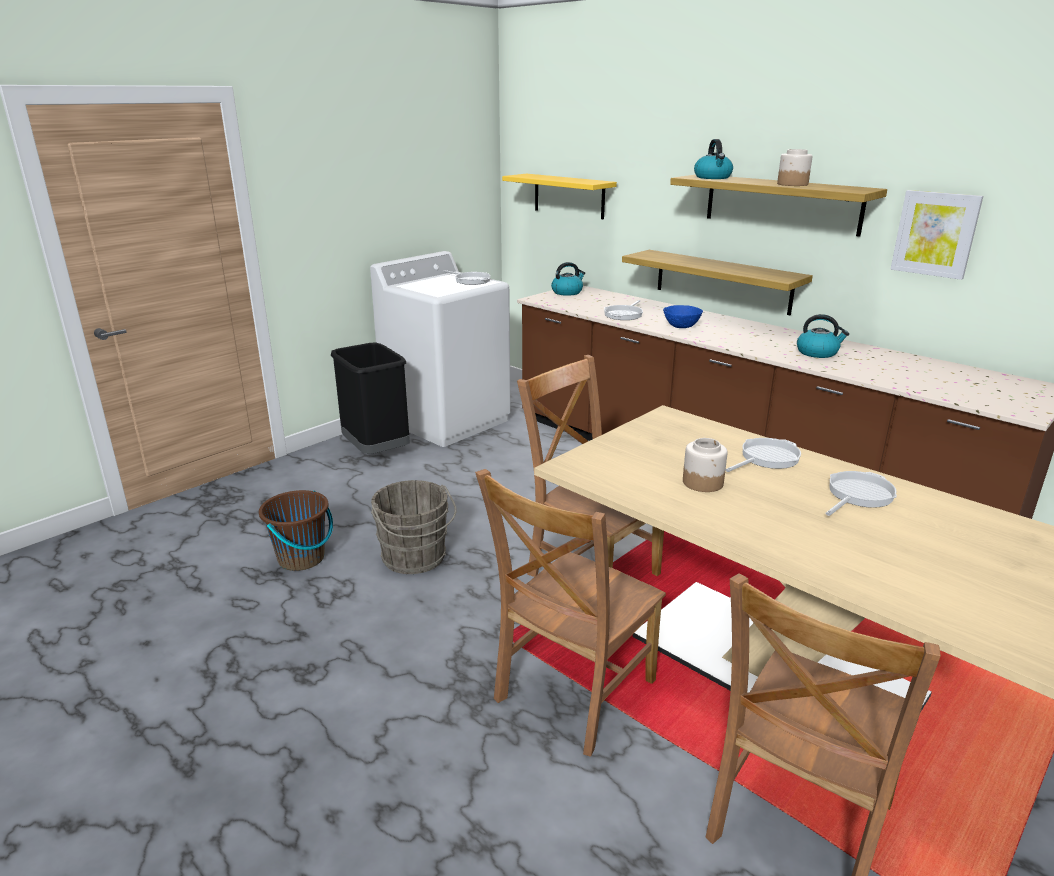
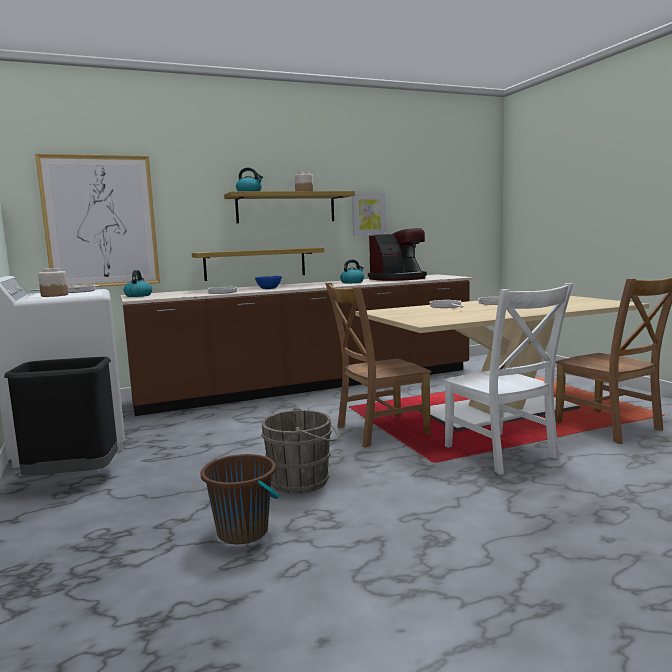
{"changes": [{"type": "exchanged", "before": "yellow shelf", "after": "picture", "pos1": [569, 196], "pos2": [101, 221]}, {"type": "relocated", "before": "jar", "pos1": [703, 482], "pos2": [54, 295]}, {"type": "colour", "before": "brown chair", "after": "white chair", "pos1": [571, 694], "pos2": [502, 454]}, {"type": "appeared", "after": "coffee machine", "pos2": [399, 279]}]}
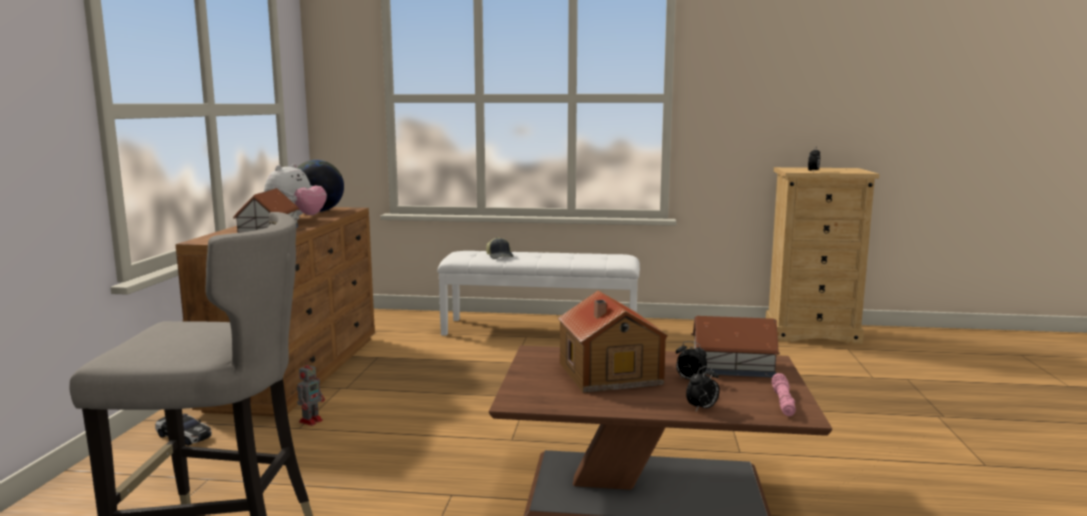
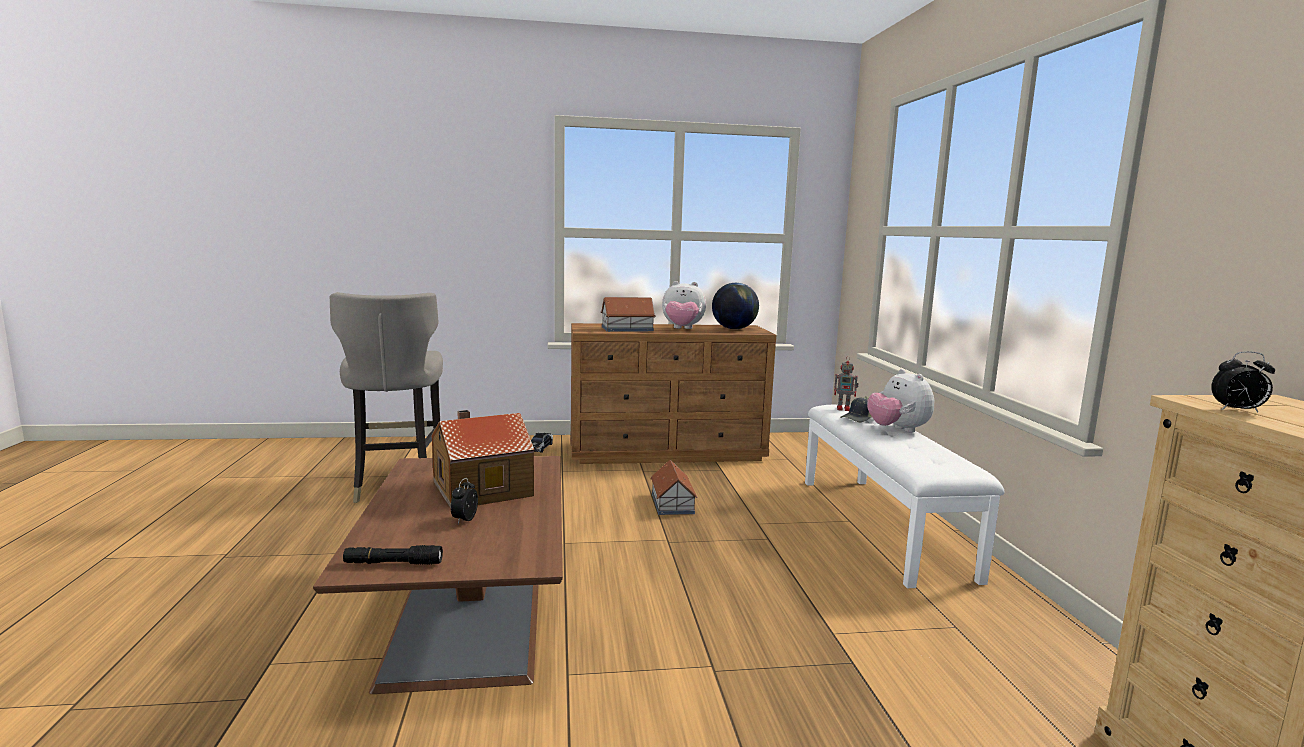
{"changes": [{"type": "relocated", "before": "toy house", "pos1": [733, 367], "pos2": [672, 503]}, {"type": "relocated", "before": "toy robot", "pos1": [311, 420], "pos2": [844, 409]}, {"type": "missing", "before": "alarm clock", "pos1": [702, 408]}, {"type": "colour", "before": "pink flashlight", "after": "black flashlight", "pos1": [783, 402], "pos2": [393, 563]}, {"type": "appeared", "after": "plush toy", "pos2": [897, 430]}]}
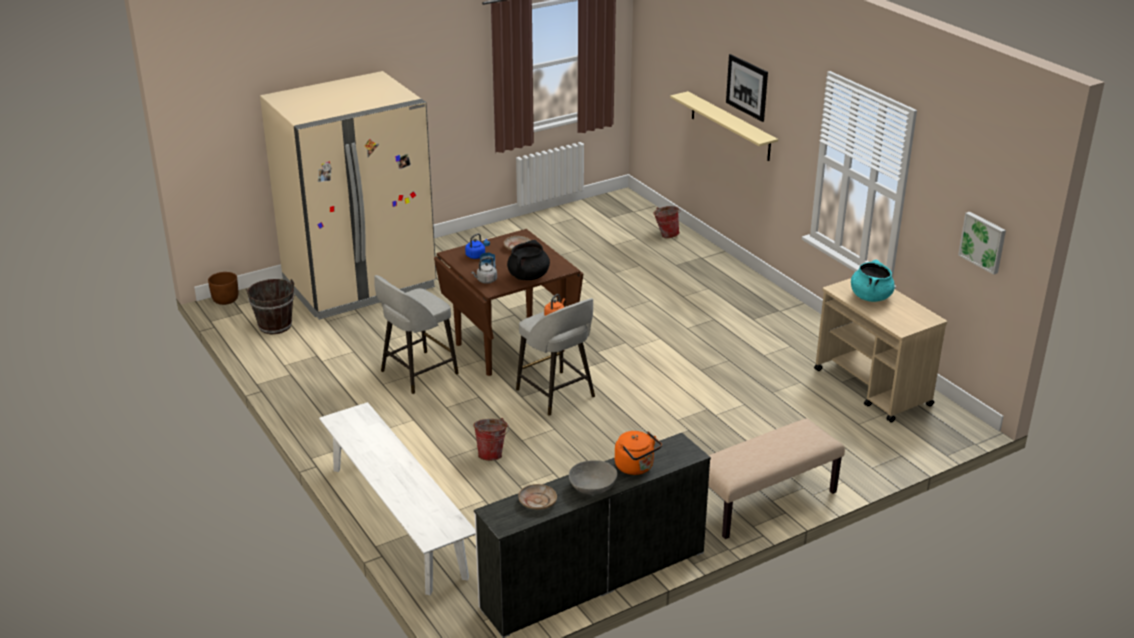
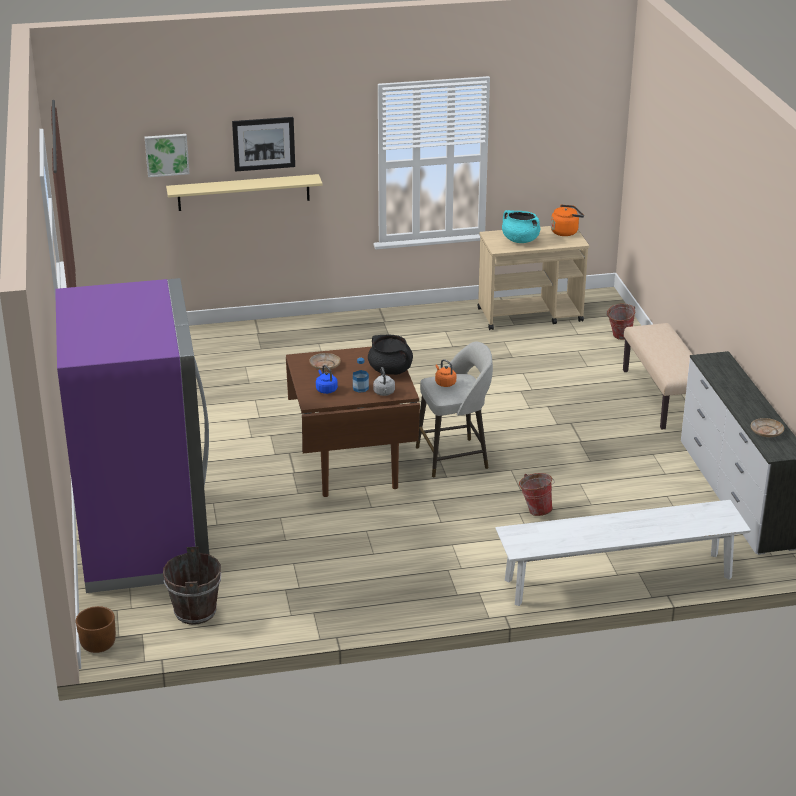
{"changes": [{"type": "colour", "before": "beige fridge", "after": "purple fridge", "pos1": [360, 285], "pos2": [145, 539]}, {"type": "relocated", "before": "bucket", "pos1": [666, 235], "pos2": [618, 337]}, {"type": "relocated", "before": "picture", "pos1": [983, 242], "pos2": [167, 154]}, {"type": "missing", "before": "grey stool", "pos1": [417, 373]}, {"type": "relocated", "before": "orange kettle", "pos1": [636, 467], "pos2": [566, 232]}, {"type": "missing", "before": "grey bowl", "pos1": [593, 486]}]}
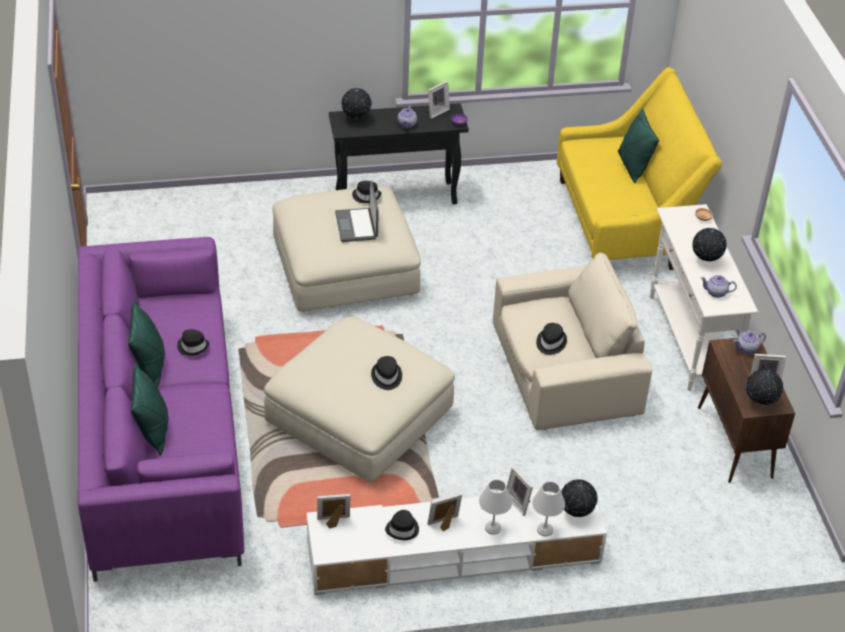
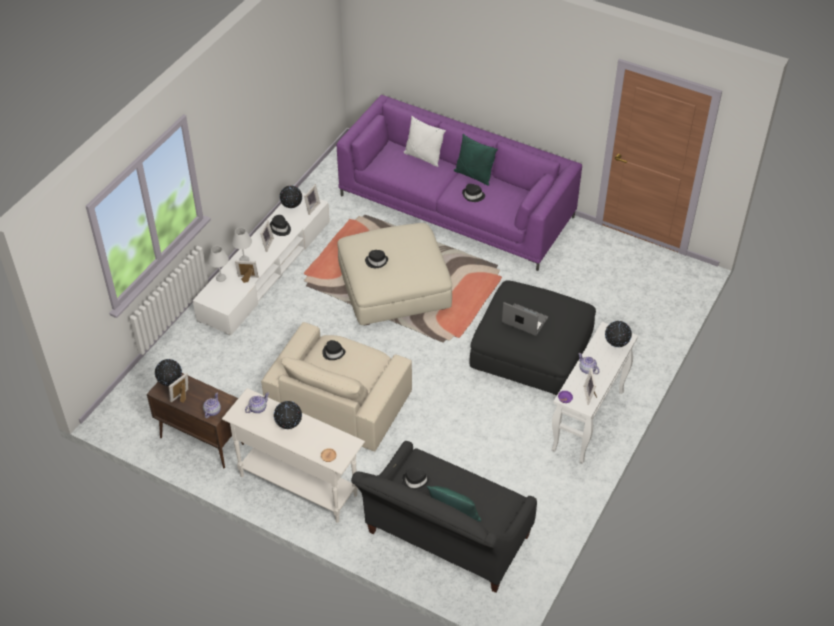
{"changes": [{"type": "colour", "before": "yellow sofa", "after": "black sofa", "pos1": [624, 223], "pos2": [444, 540]}, {"type": "colour", "before": "black console table", "after": "white console table", "pos1": [397, 197], "pos2": [588, 421]}, {"type": "relocated", "before": "black hat", "pos1": [366, 196], "pos2": [416, 481]}, {"type": "colour", "before": "beige ottoman", "after": "black ottoman", "pos1": [345, 267], "pos2": [531, 350]}, {"type": "colour", "before": "green pillow", "after": "white pillow", "pos1": [153, 431], "pos2": [423, 157]}, {"type": "relocated", "before": "globe", "pos1": [576, 514], "pos2": [292, 207]}]}
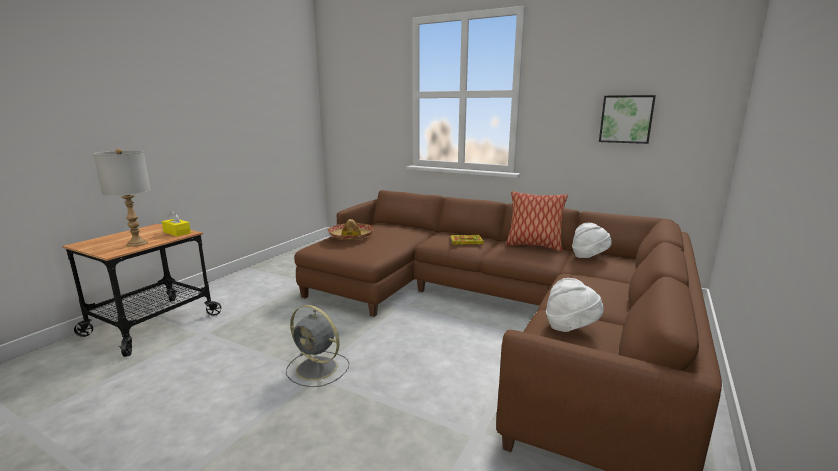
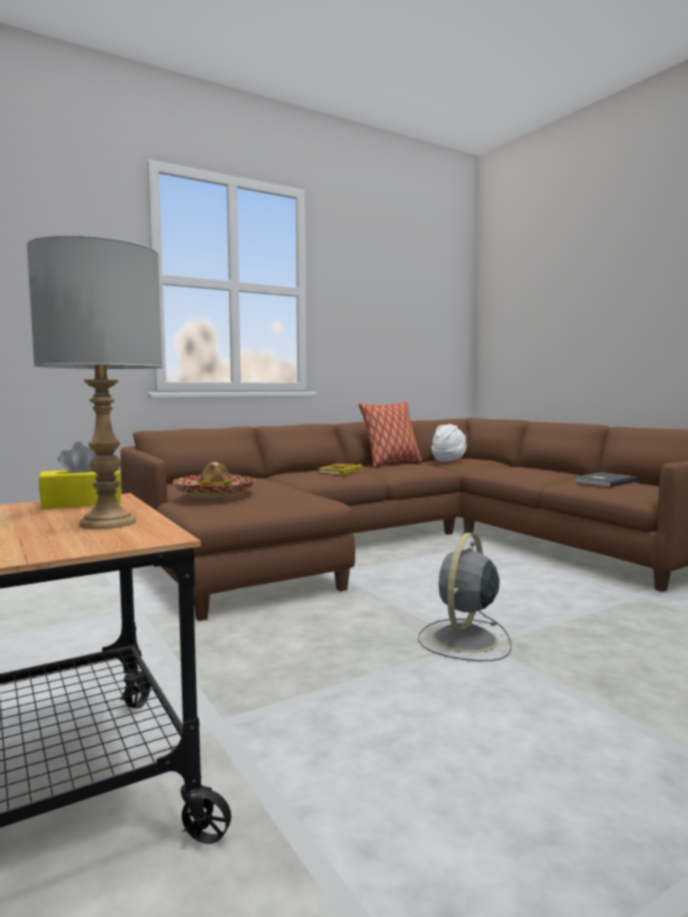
{"changes": [{"type": "missing", "before": "picture", "pos1": [626, 119]}, {"type": "exchanged", "before": "white hat", "after": "grey book", "pos1": [571, 328], "pos2": [602, 482]}, {"type": "spun", "before": "grey fan", "pos1": [318, 369], "pos2": [464, 640], "turn": 150}]}
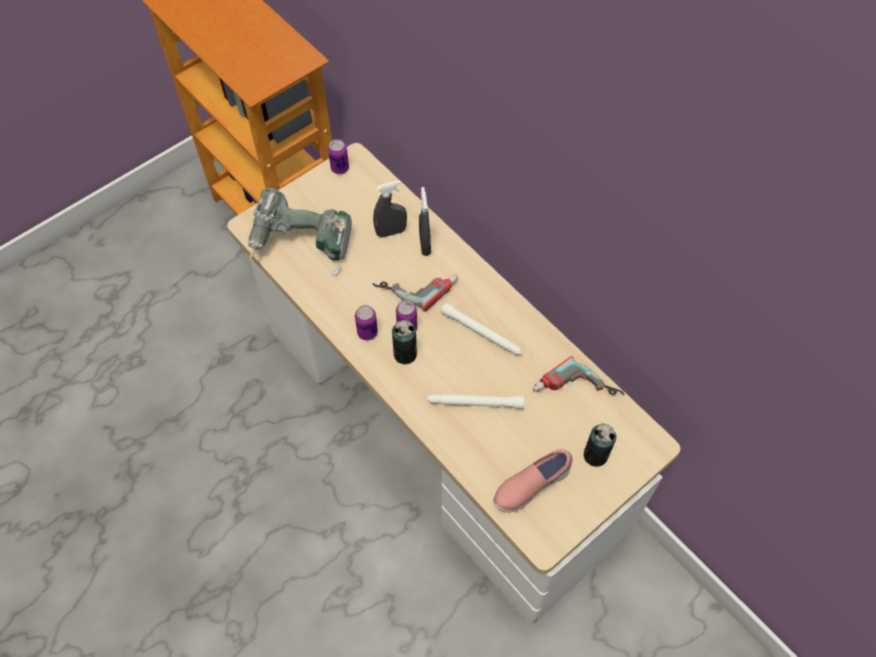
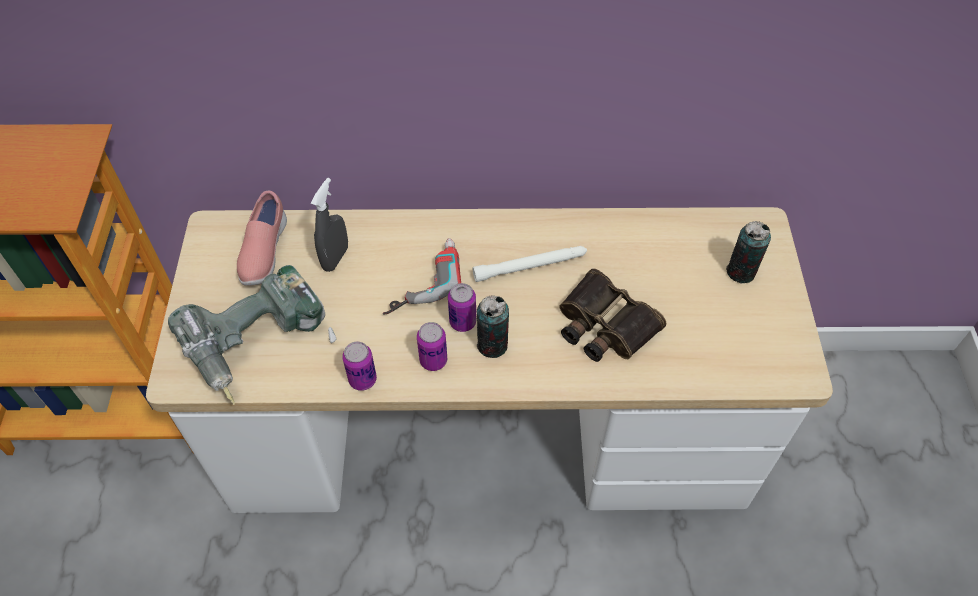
{"changes": [{"type": "relocated", "before": "can", "pos1": [340, 168], "pos2": [362, 379]}, {"type": "missing", "before": "grey spray bottle", "pos1": [425, 245]}, {"type": "missing", "before": "power drill", "pos1": [576, 393]}, {"type": "exchanged", "before": "white flashlight", "after": "binoculars", "pos1": [474, 403], "pos2": [603, 325]}, {"type": "relocated", "before": "pink shoe", "pos1": [530, 485], "pos2": [264, 252]}]}
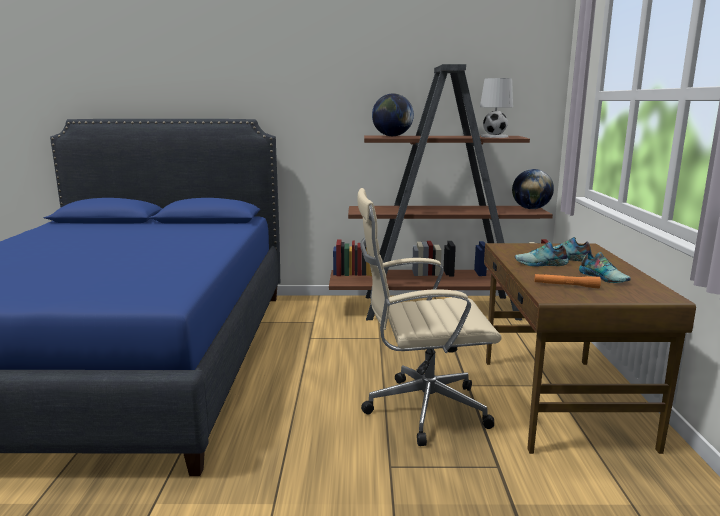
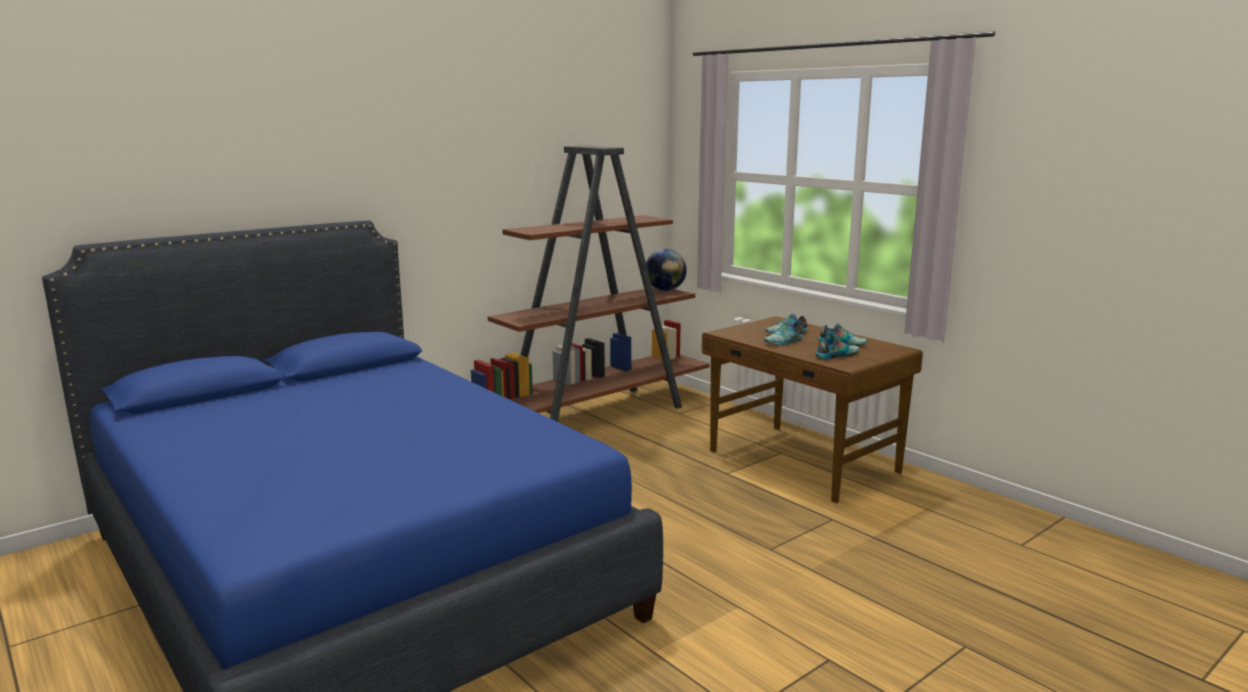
{"changes": [{"type": "missing", "before": "white table lamp", "pos1": [494, 136]}, {"type": "missing", "before": "globe", "pos1": [392, 136]}, {"type": "missing", "before": "beige office chair", "pos1": [420, 410]}, {"type": "exchanged", "before": "orange flashlight", "after": "shoe", "pos1": [566, 285], "pos2": [836, 355]}]}
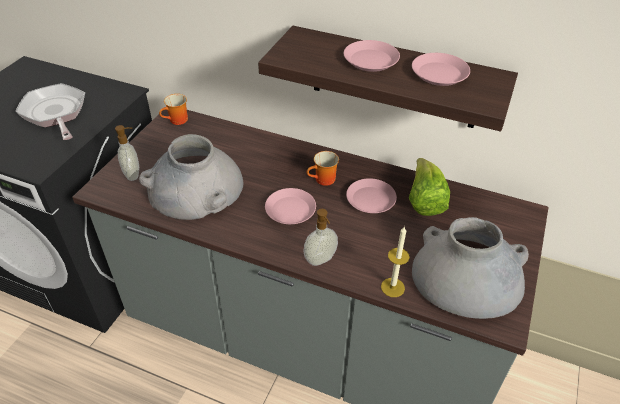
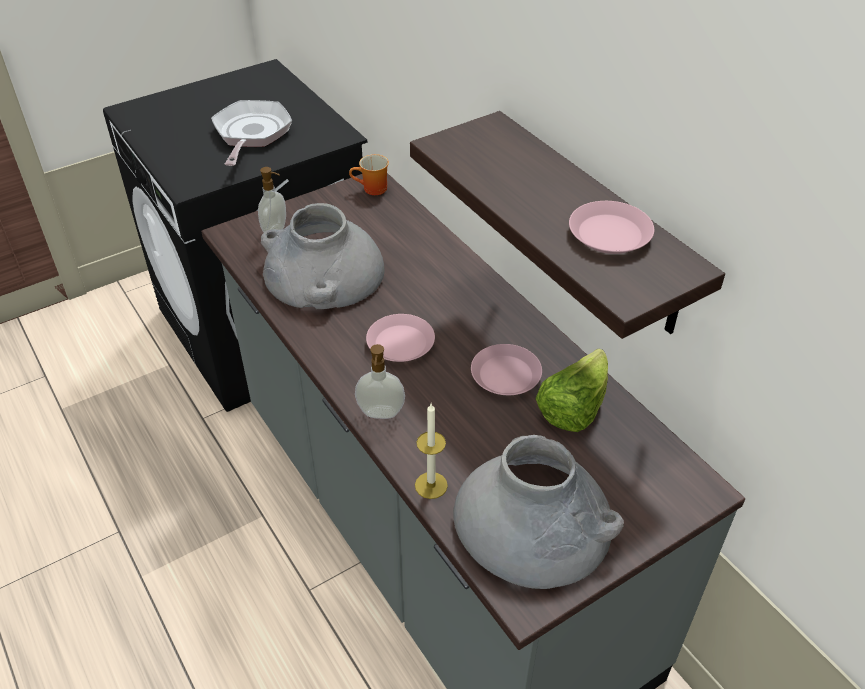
{"changes": [{"type": "missing", "before": "pink plate", "pos1": [371, 60]}, {"type": "missing", "before": "mug", "pos1": [324, 180]}]}
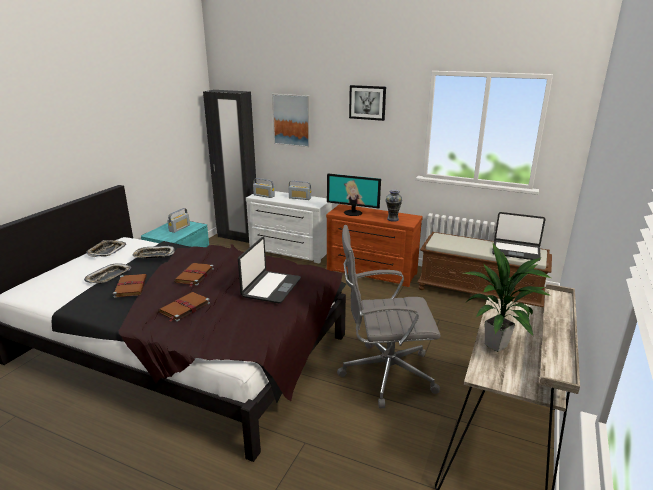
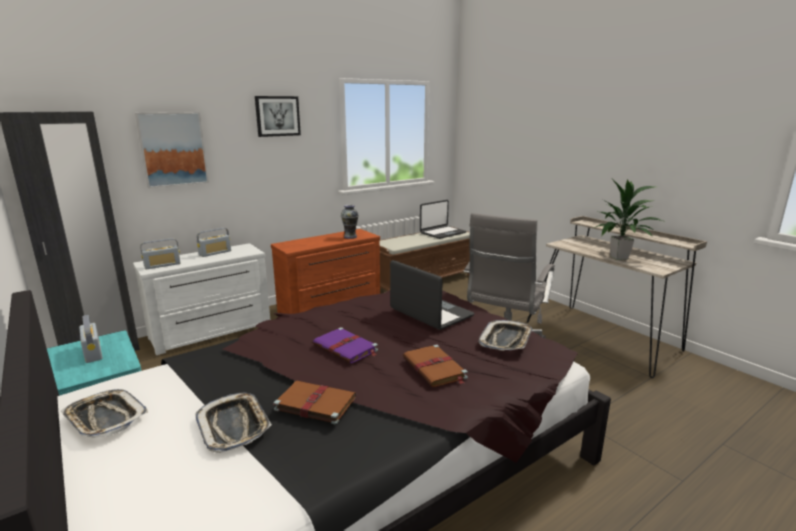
{"changes": [{"type": "missing", "before": "monitor", "pos1": [353, 213]}, {"type": "relocated", "before": "tray", "pos1": [154, 255], "pos2": [506, 340]}, {"type": "colour", "before": "brown book", "after": "purple book", "pos1": [194, 275], "pos2": [346, 348]}]}
